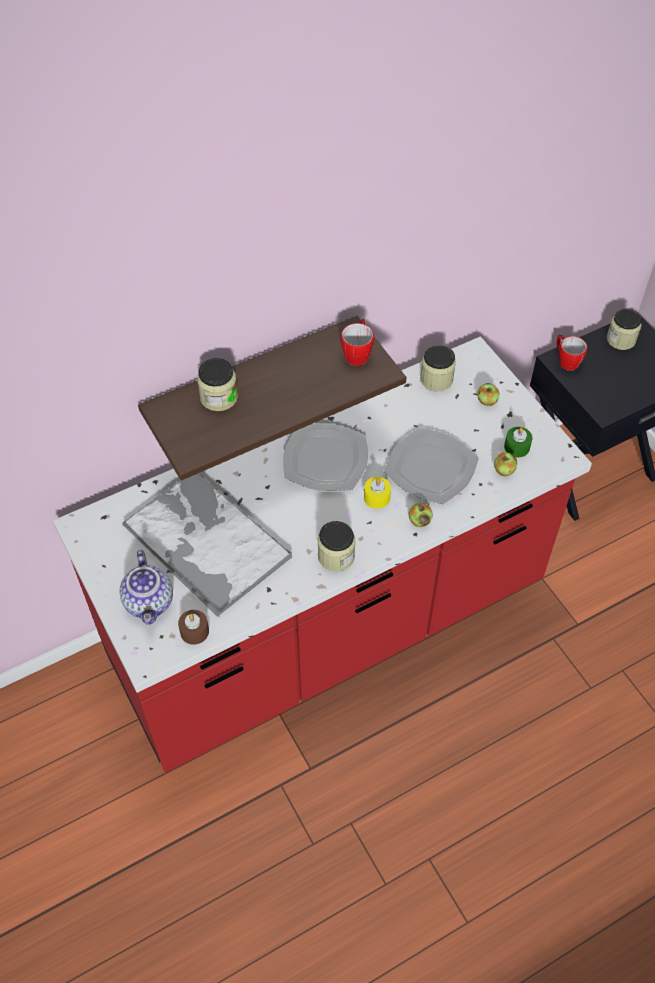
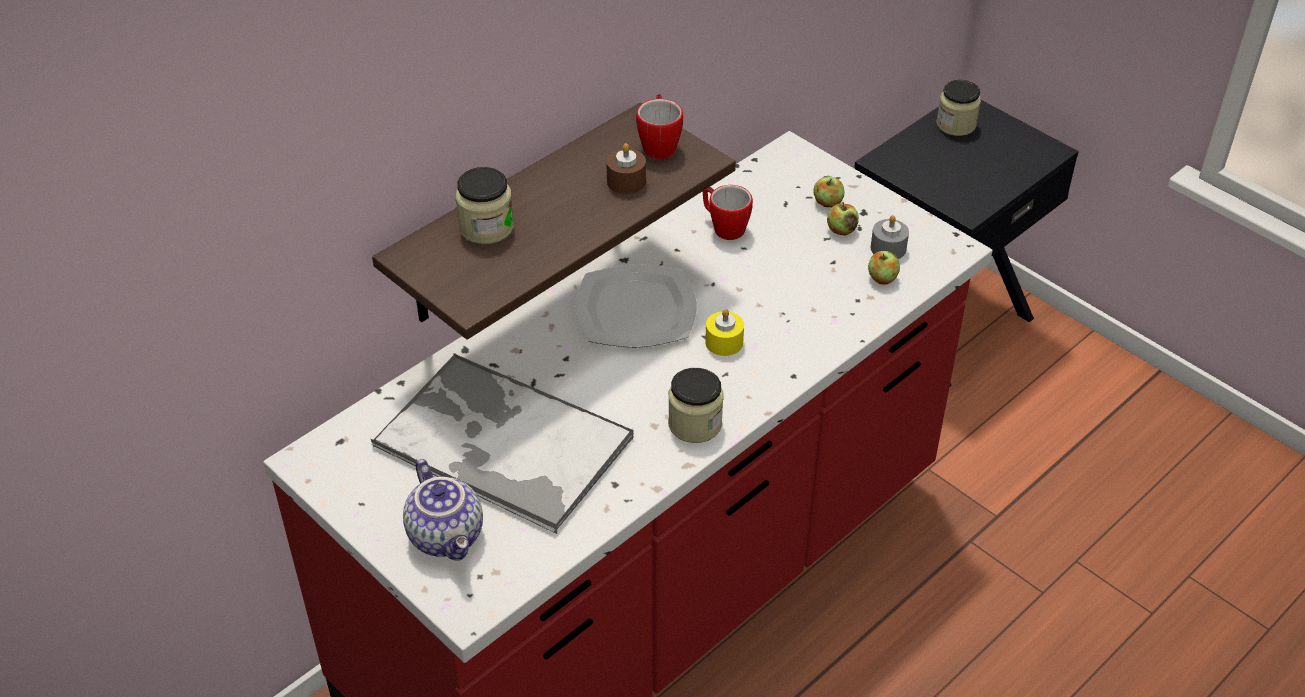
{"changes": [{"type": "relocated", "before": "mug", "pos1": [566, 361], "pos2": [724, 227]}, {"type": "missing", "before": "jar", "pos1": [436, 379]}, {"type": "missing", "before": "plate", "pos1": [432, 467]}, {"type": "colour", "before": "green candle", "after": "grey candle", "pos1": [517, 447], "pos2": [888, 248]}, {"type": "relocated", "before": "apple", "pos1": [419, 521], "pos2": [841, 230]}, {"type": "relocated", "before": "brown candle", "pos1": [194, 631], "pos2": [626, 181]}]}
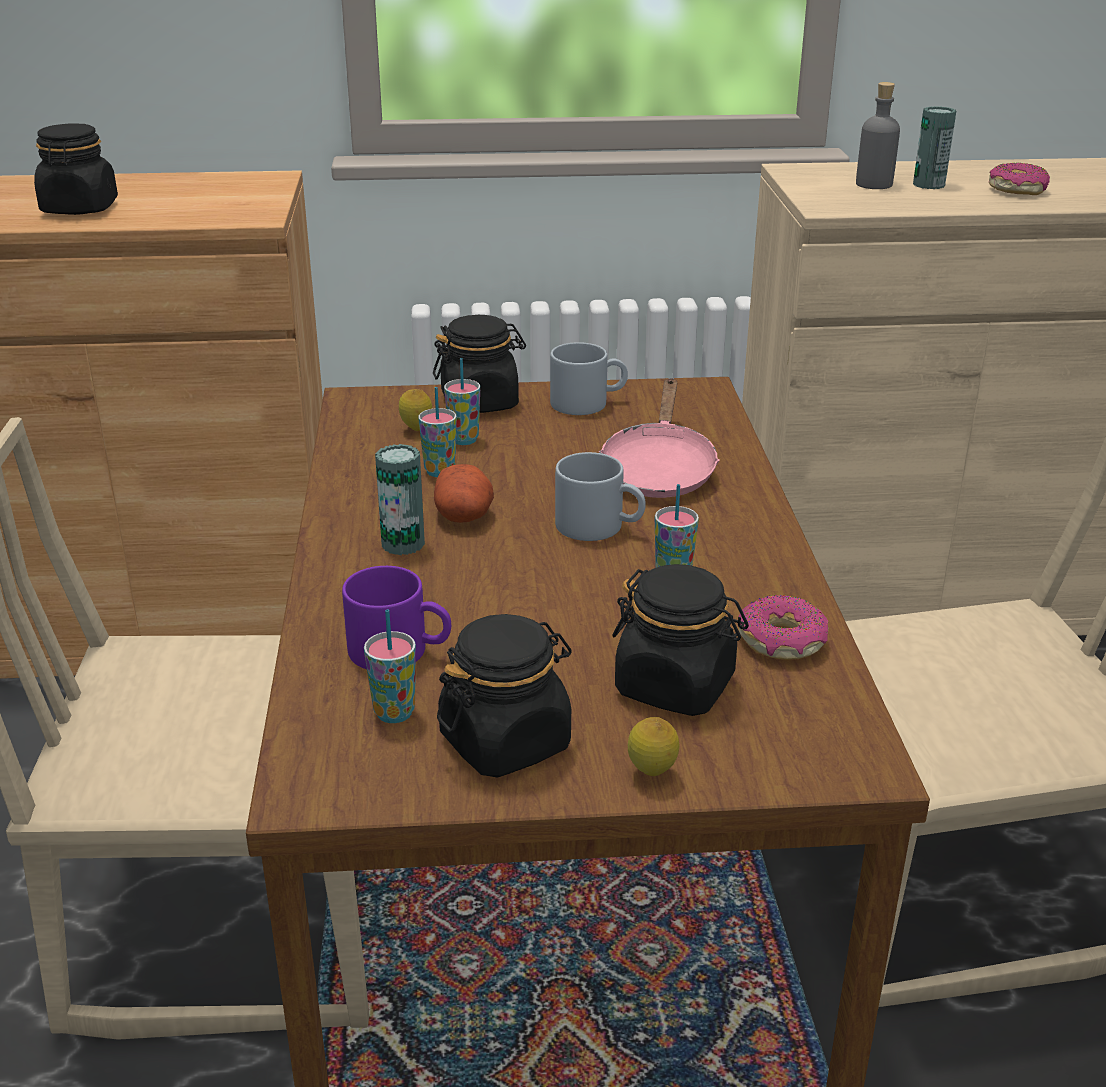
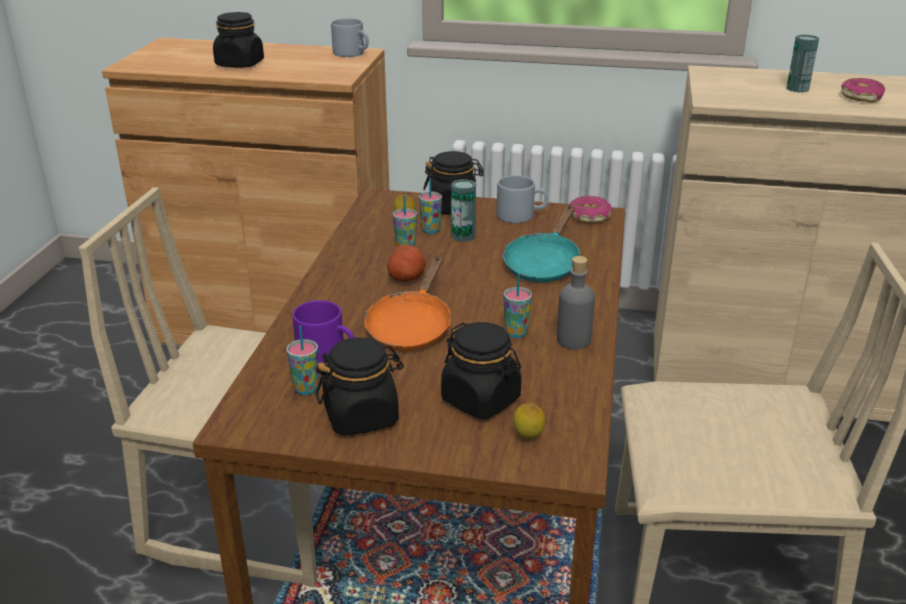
{"changes": [{"type": "relocated", "before": "grey bottle", "pos1": [874, 184], "pos2": [573, 340]}, {"type": "colour", "before": "pink frying pan", "after": "turquoise frying pan", "pos1": [658, 470], "pos2": [543, 264]}, {"type": "relocated", "before": "can", "pos1": [403, 544], "pos2": [463, 236]}, {"type": "relocated", "before": "grey mug", "pos1": [600, 526], "pos2": [353, 53]}, {"type": "relocated", "before": "donut", "pos1": [781, 641], "pos2": [589, 217]}, {"type": "relocated", "before": "lemon", "pos1": [651, 774], "pos2": [528, 438]}, {"type": "appeared", "after": "orange frying pan", "pos2": [411, 327]}]}
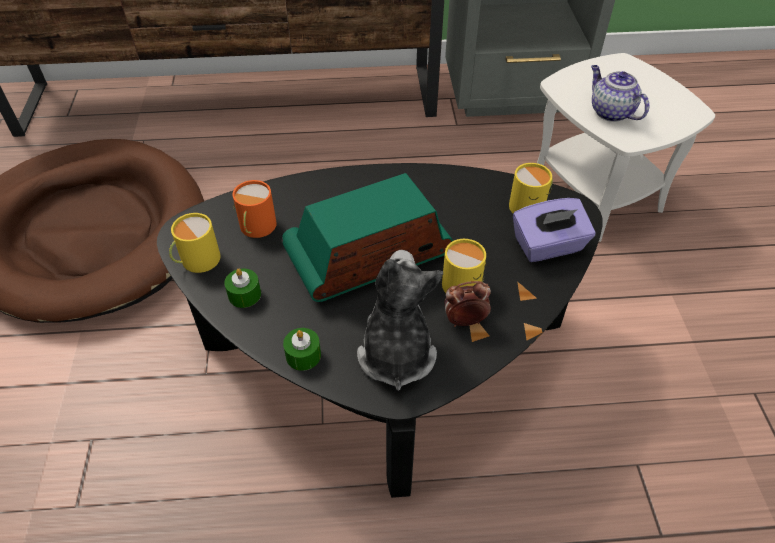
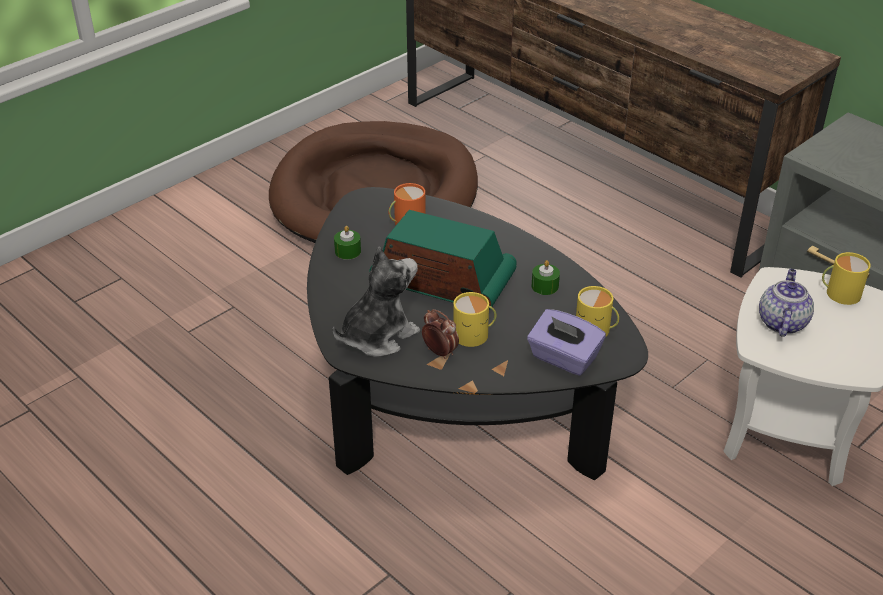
{"changes": [{"type": "relocated", "before": "yellow mug", "pos1": [196, 260], "pos2": [839, 293]}, {"type": "relocated", "before": "green candle", "pos1": [303, 355], "pos2": [545, 286]}]}
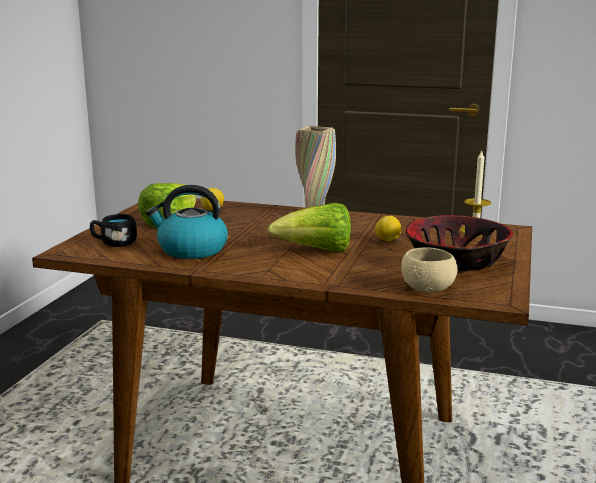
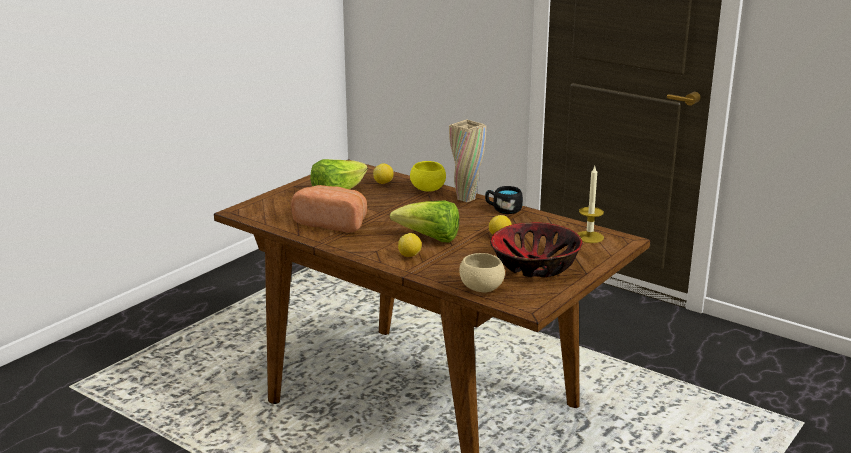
{"changes": [{"type": "exchanged", "before": "kettle", "after": "bread", "pos1": [191, 250], "pos2": [333, 223]}, {"type": "relocated", "before": "black mug", "pos1": [114, 243], "pos2": [503, 209]}, {"type": "appeared", "after": "yellow bowl", "pos2": [427, 189]}, {"type": "appeared", "after": "lemon", "pos2": [410, 256]}]}
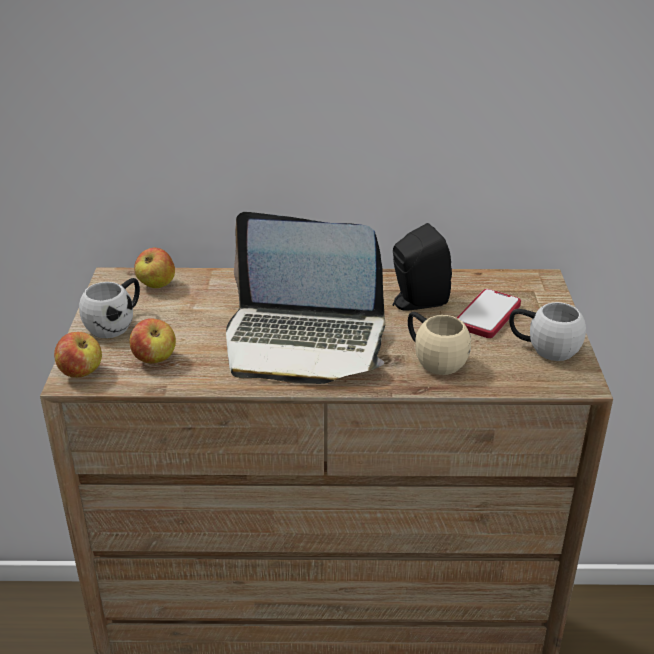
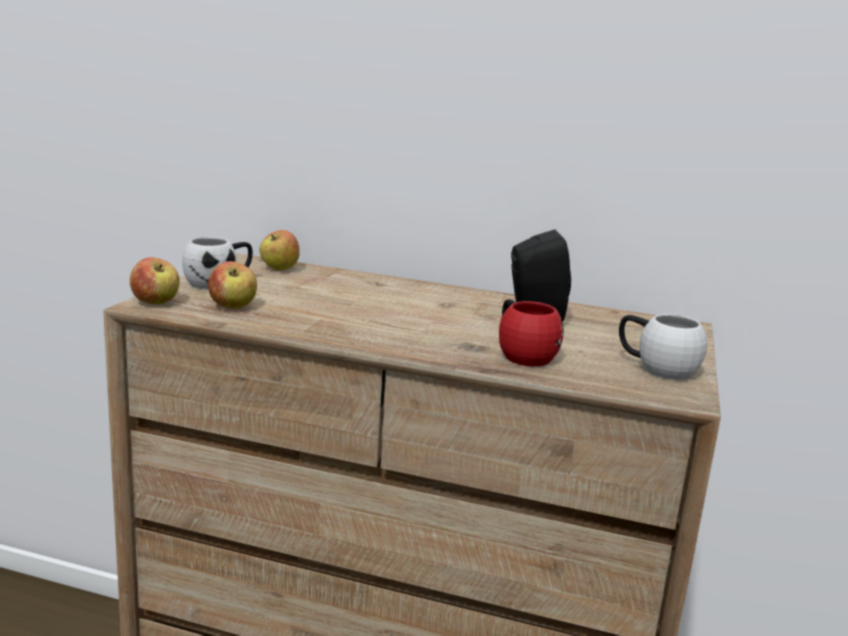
{"changes": [{"type": "missing", "before": "laptop", "pos1": [304, 342]}, {"type": "missing", "before": "phone", "pos1": [487, 315]}, {"type": "colour", "before": "beige mug", "after": "red mug", "pos1": [433, 358], "pos2": [521, 353]}]}
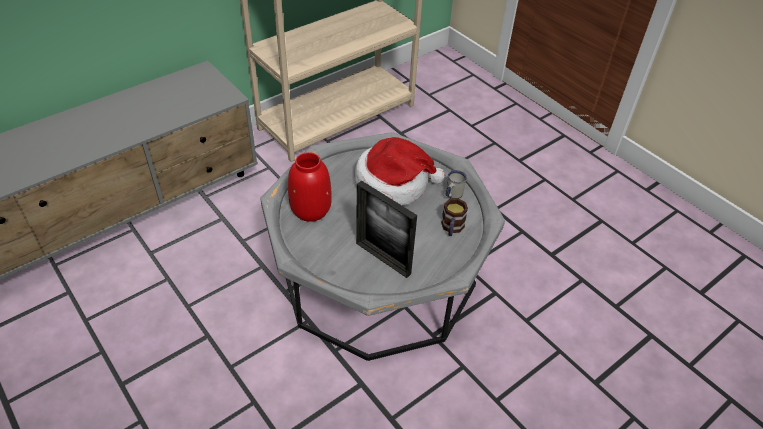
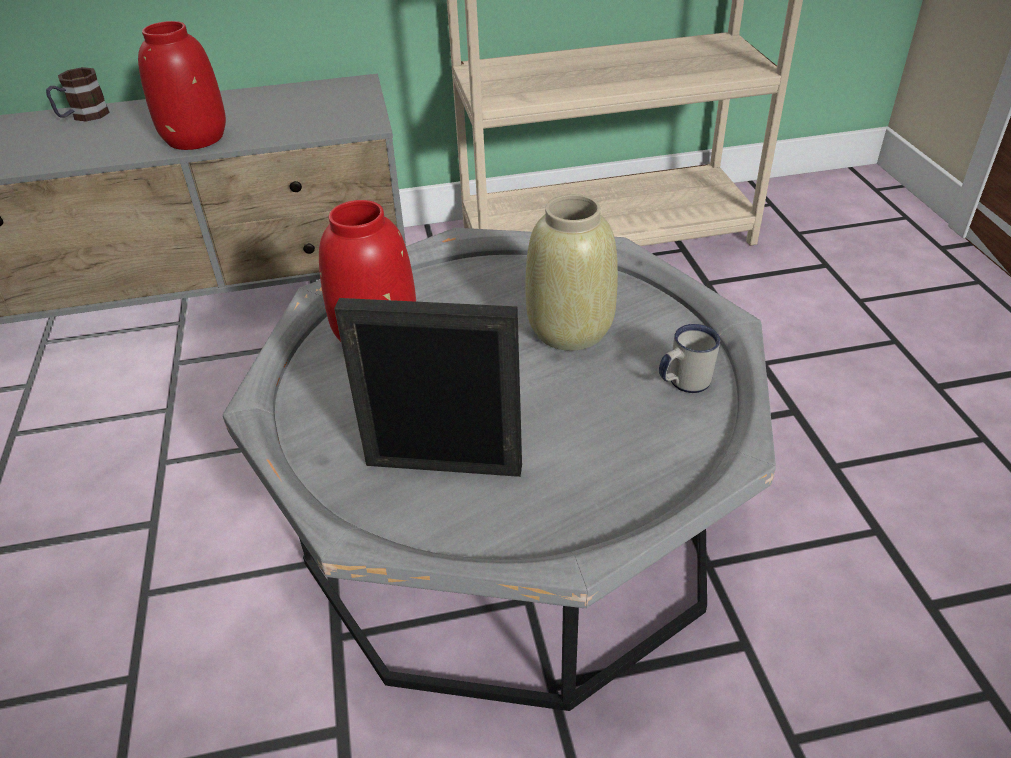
{"changes": [{"type": "exchanged", "before": "hat", "after": "beige vase", "pos1": [393, 183], "pos2": [570, 329]}, {"type": "spun", "before": "picture frame", "pos1": [383, 258], "pos2": [443, 465], "turn": 120}, {"type": "relocated", "before": "mug", "pos1": [452, 228], "pos2": [83, 116]}, {"type": "appeared", "after": "red vase", "pos2": [196, 138]}]}
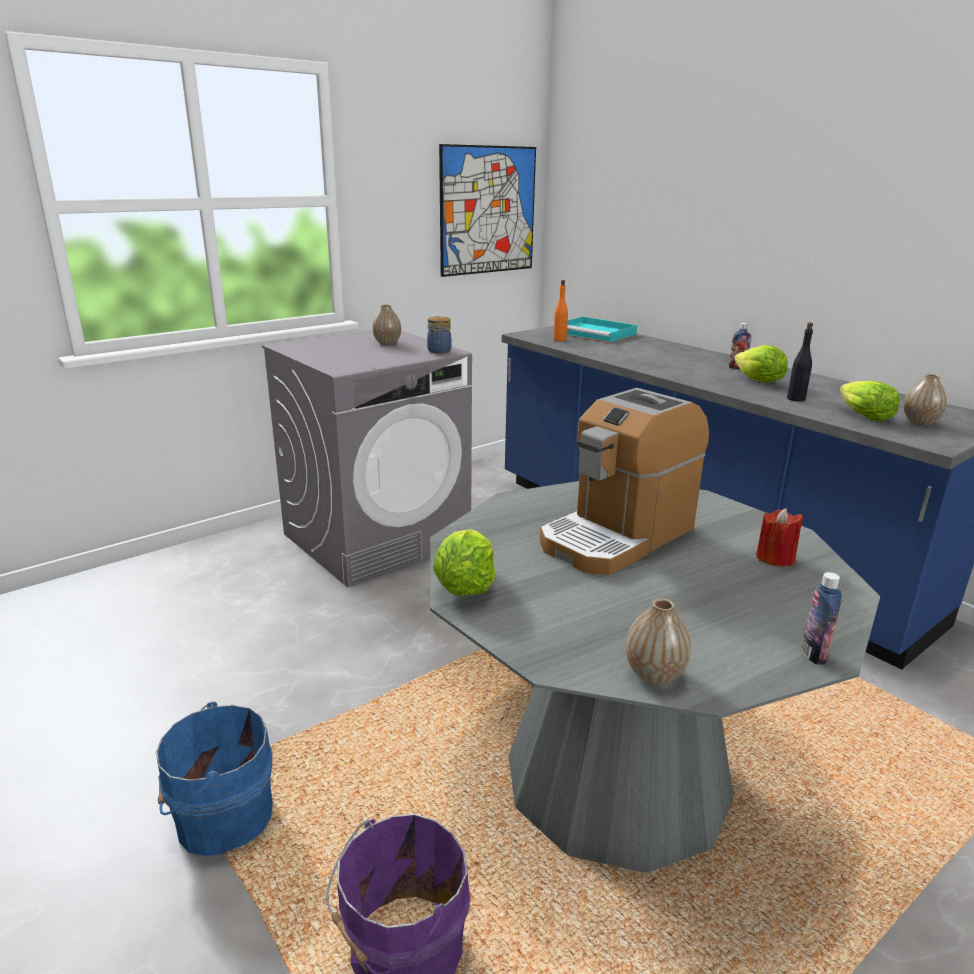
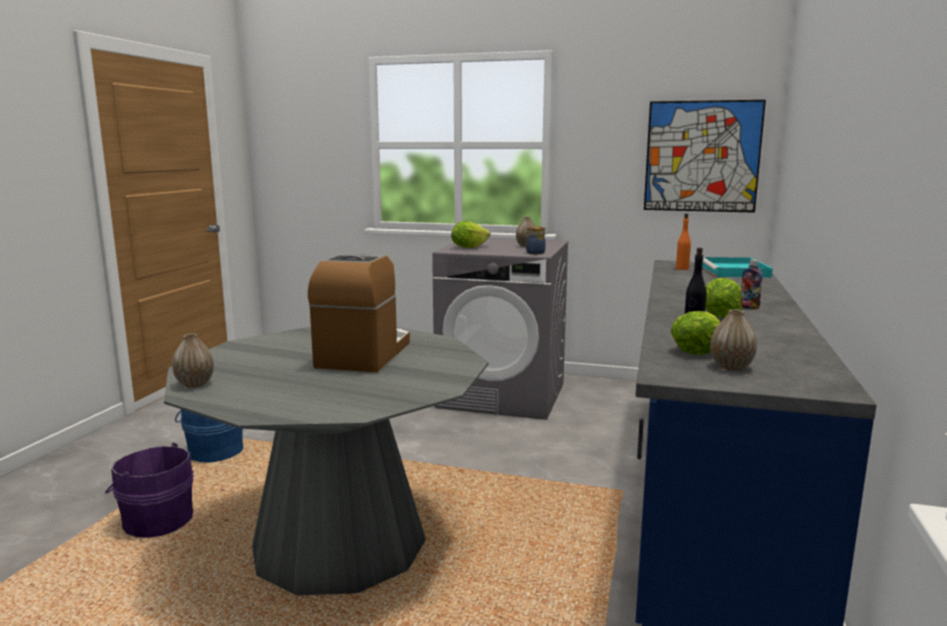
{"changes": [{"type": "spun", "before": "coffee machine", "pos1": [617, 536], "pos2": [364, 354], "turn": 90}, {"type": "missing", "before": "red candle", "pos1": [775, 558]}, {"type": "relocated", "before": "lettuce", "pos1": [465, 586], "pos2": [468, 247]}, {"type": "missing", "before": "bottle", "pos1": [813, 654]}]}
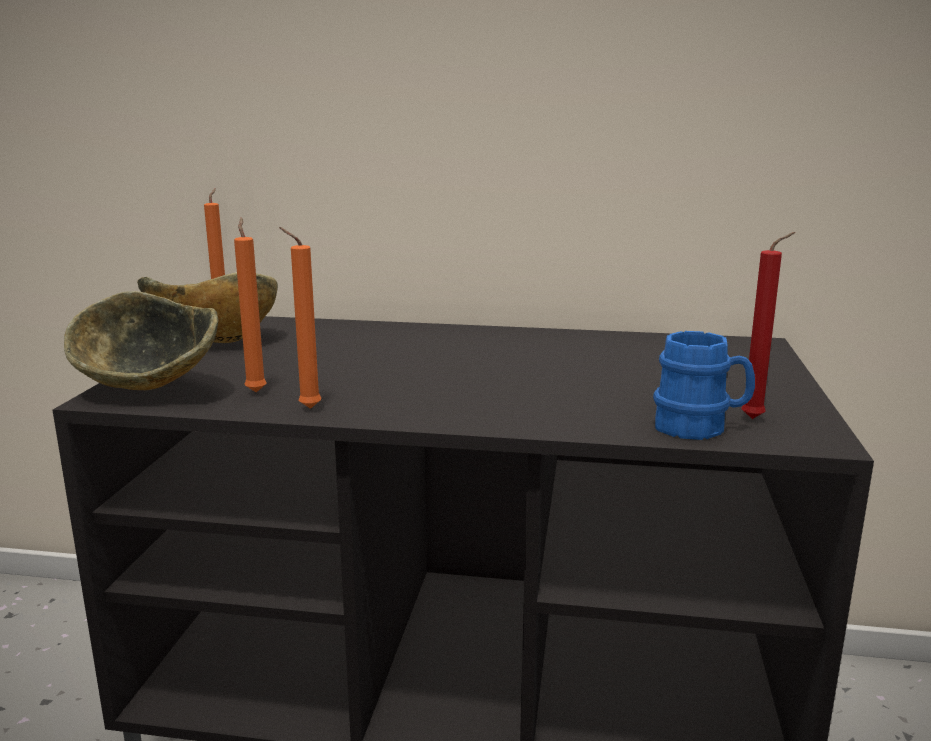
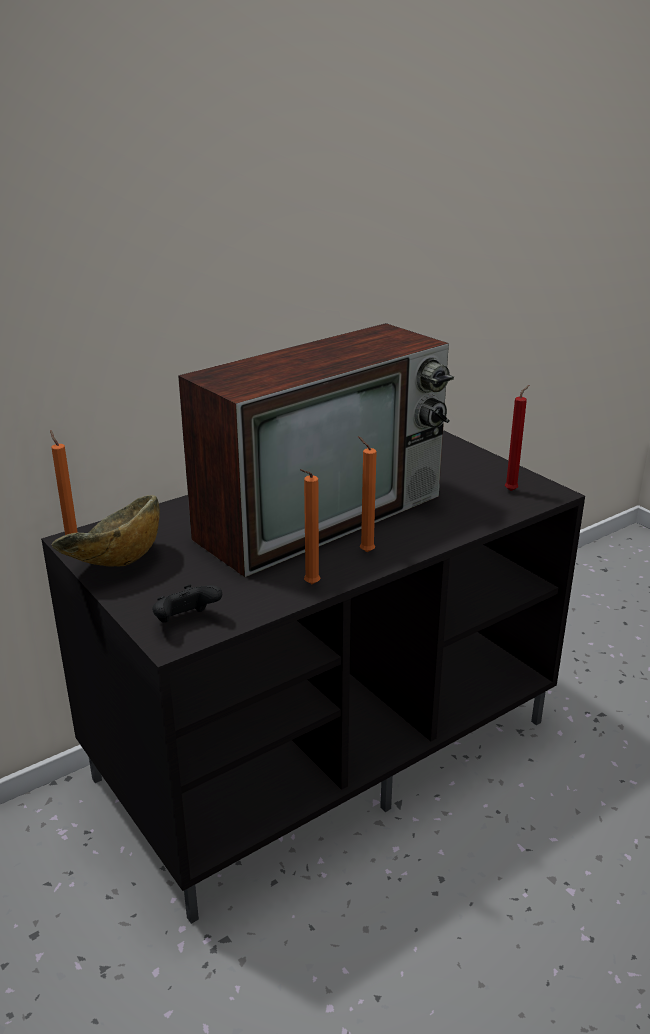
{"changes": [{"type": "relocated", "before": "orange candle", "pos1": [256, 391], "pos2": [365, 551]}, {"type": "exchanged", "before": "bowl", "after": "black game controller", "pos1": [151, 391], "pos2": [185, 621]}, {"type": "missing", "before": "blue mug", "pos1": [700, 427]}, {"type": "appeared", "after": "television", "pos2": [323, 515]}]}
